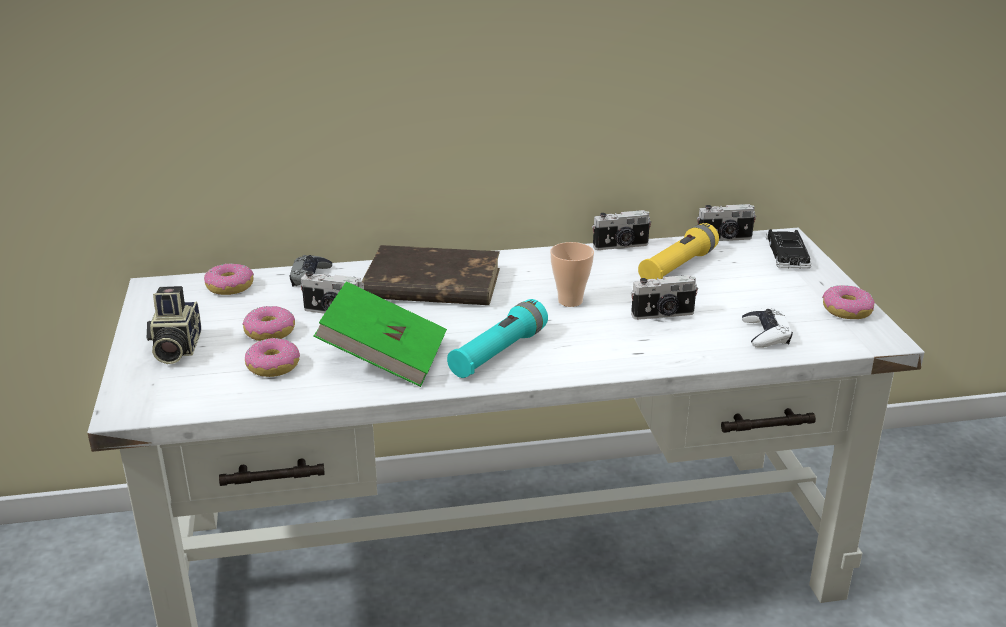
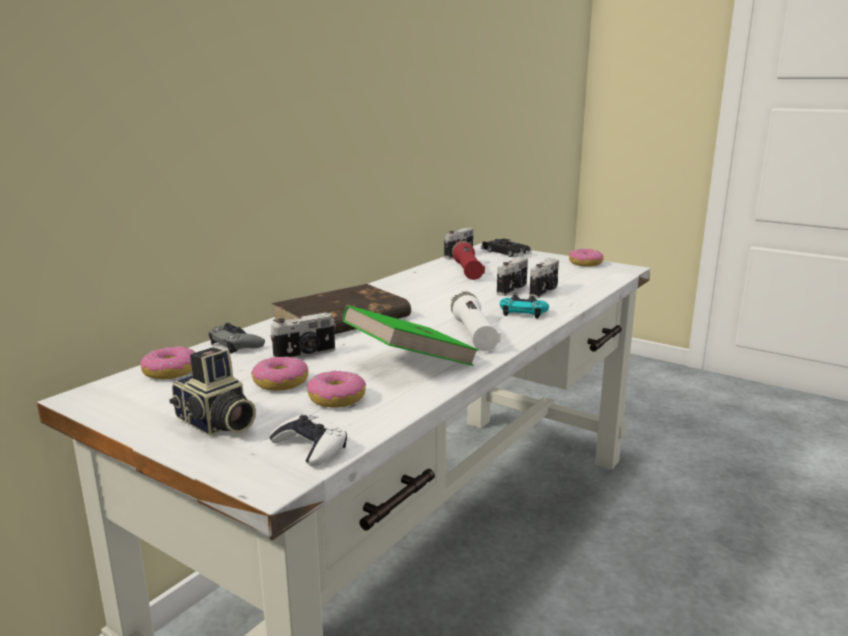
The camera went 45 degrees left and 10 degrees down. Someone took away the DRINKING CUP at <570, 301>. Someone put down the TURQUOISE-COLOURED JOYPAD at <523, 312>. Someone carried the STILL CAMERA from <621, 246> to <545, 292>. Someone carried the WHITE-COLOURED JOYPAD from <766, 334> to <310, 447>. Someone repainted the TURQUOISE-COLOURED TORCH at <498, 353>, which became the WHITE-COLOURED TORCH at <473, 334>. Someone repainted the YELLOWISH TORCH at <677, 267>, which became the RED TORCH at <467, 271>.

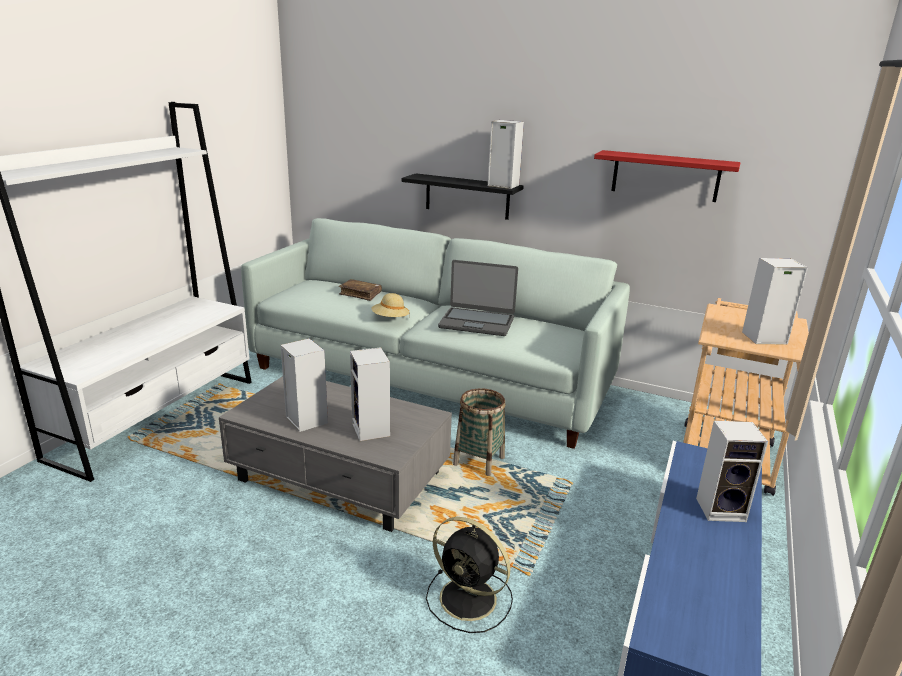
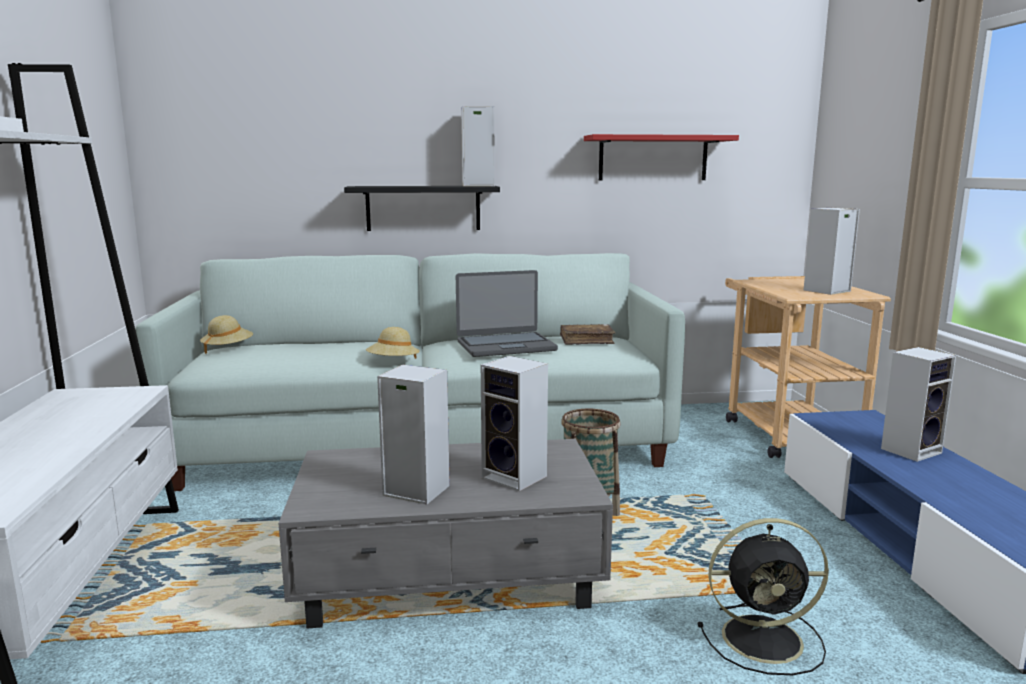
The camera went 30 degrees left and 10 degrees down. Someone put down the SAND-COLOURED WEARABLE HAT at <228, 349>. Someone carried the BROWN-COLOURED BOUND BOOK from <360, 294> to <586, 341>.

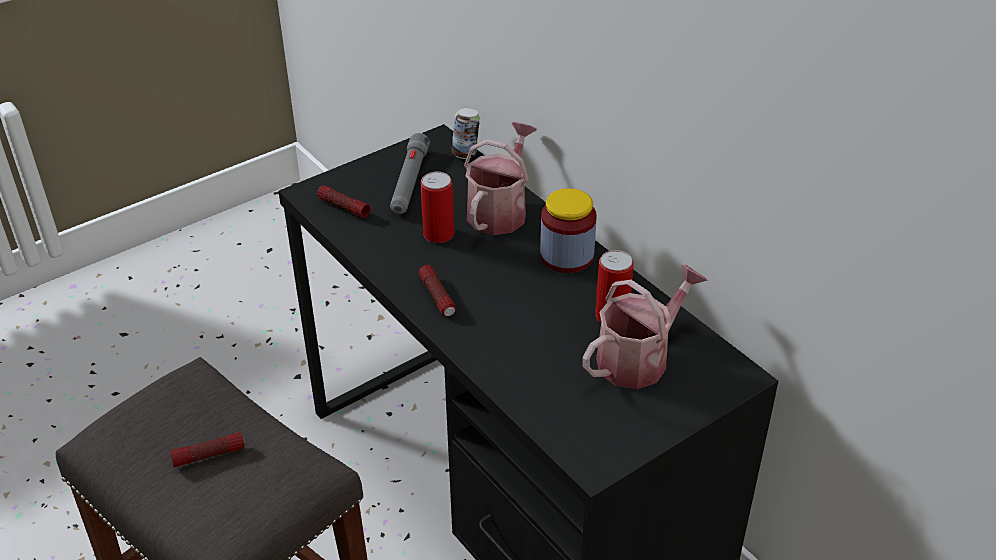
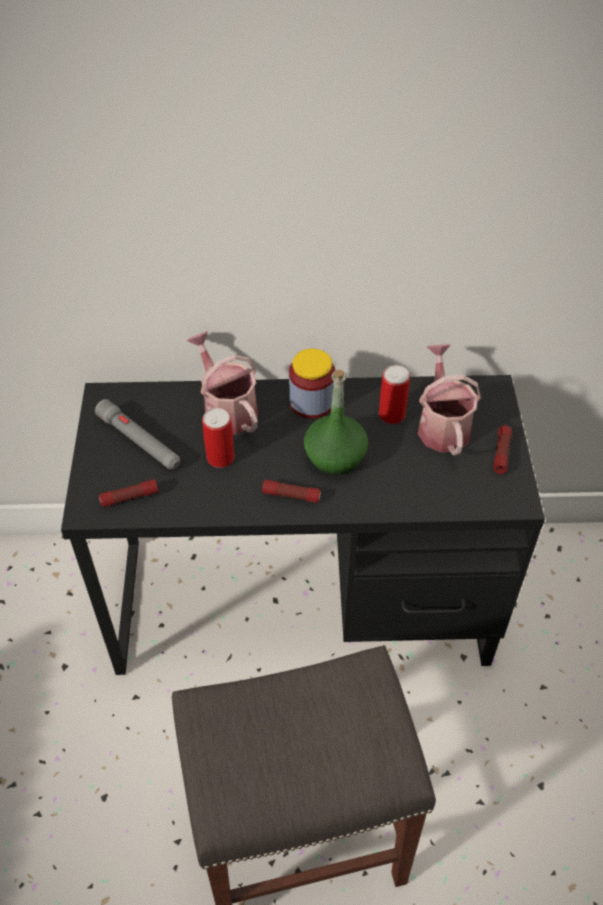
The camera went 55 degrees left and 10 degrees up. Someone took away the METAL CAN at <466, 154>. Someone put down the GREENISH BOTTLE at <335, 457>. Someone carried the TORCH from <209, 455> to <501, 453>.

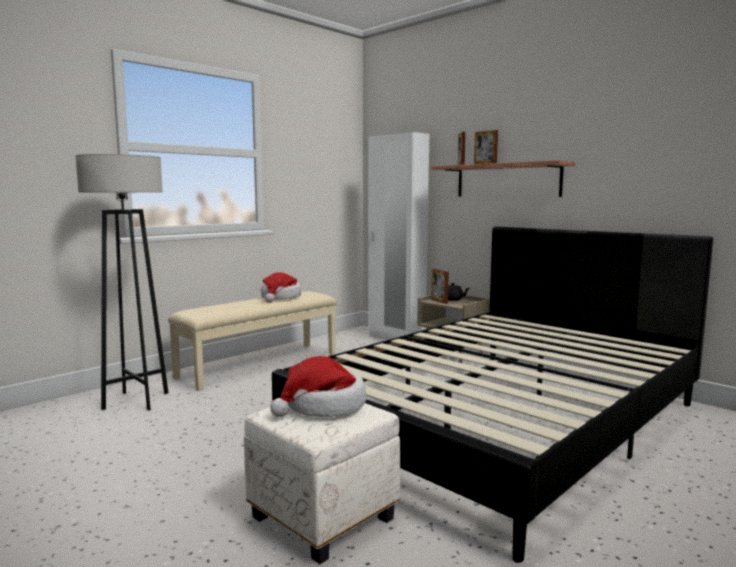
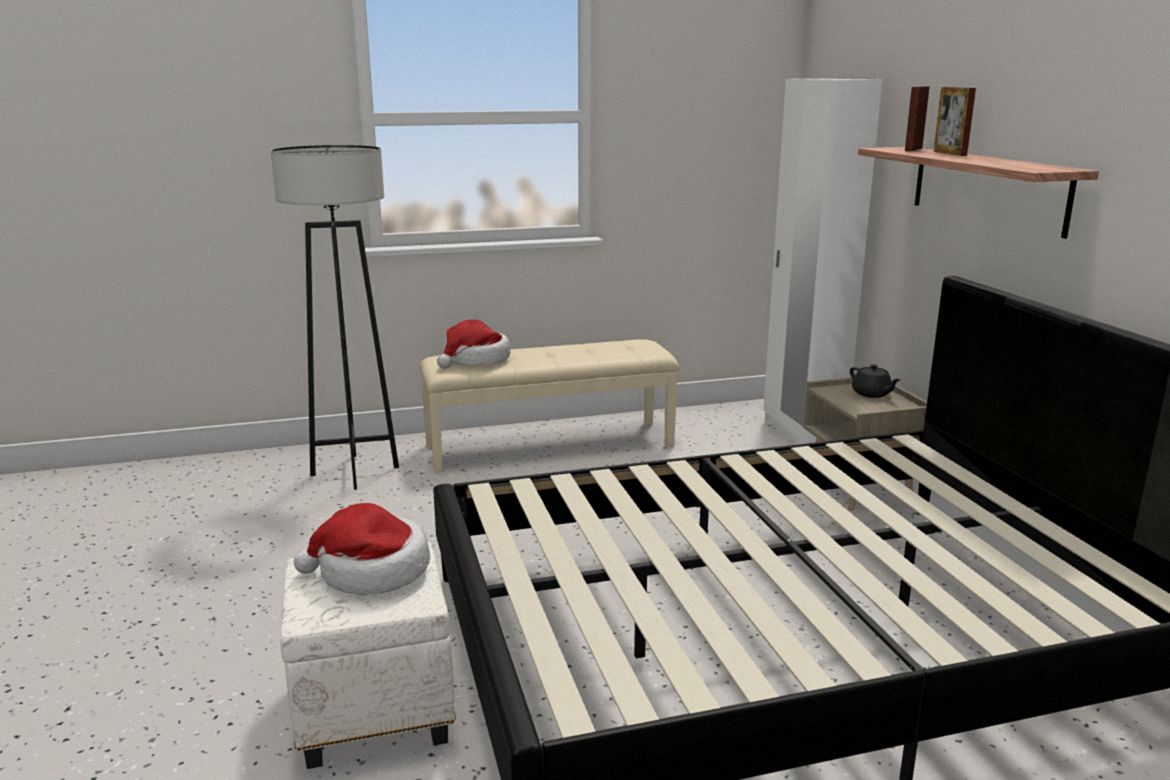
The camera went 30 degrees right and 10 degrees up. Someone took away the PICTURE FRAME at <439, 301>. Someone carried the WEARABLE HAT from <280, 298> to <476, 360>.

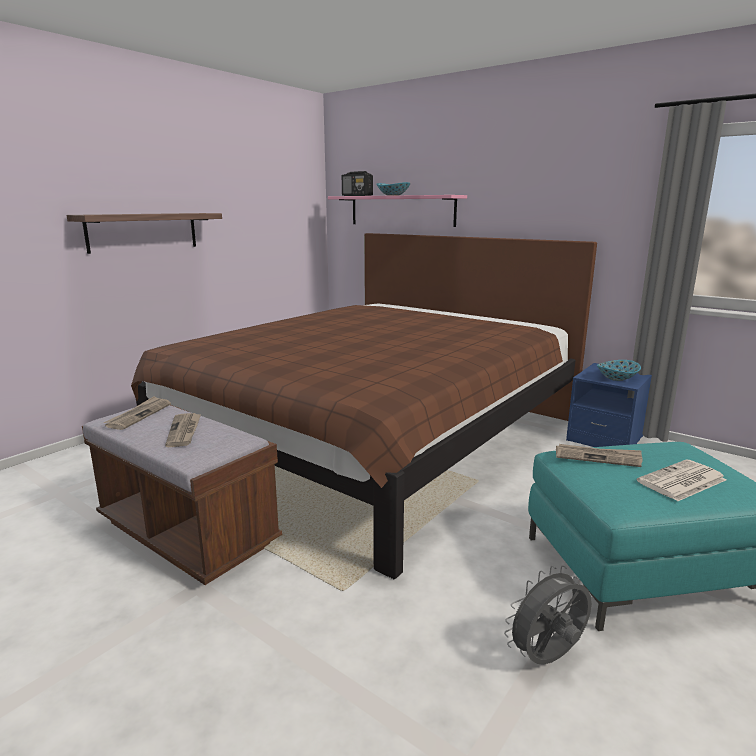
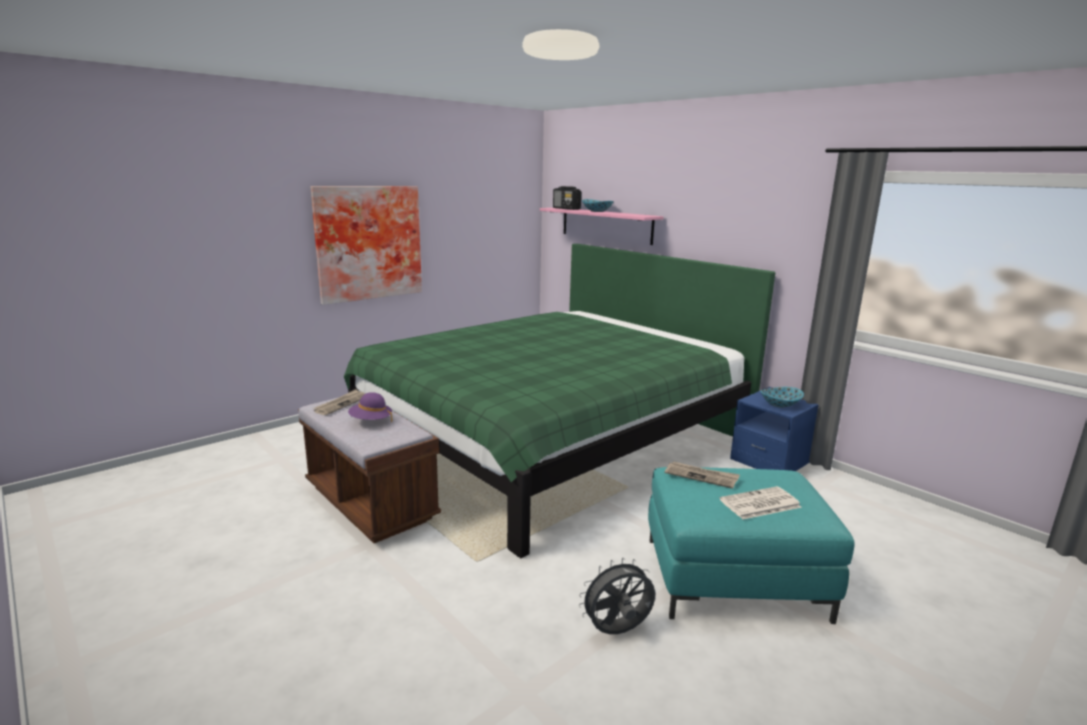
The camera went 10 degrees right and 0 degrees up. Someone swapped the BRACKET SHELF at <143, 231> for the WALL PICTURE at <368, 242>. Someone swapped the NEWSPAPER at <184, 431> for the PURPLISH WEARABLE HAT at <370, 421>. Someone repainted the BROWN-COLOURED SLEEPING BED at <374, 437>, which became the GREENISH SLEEPING BED at <551, 438>.

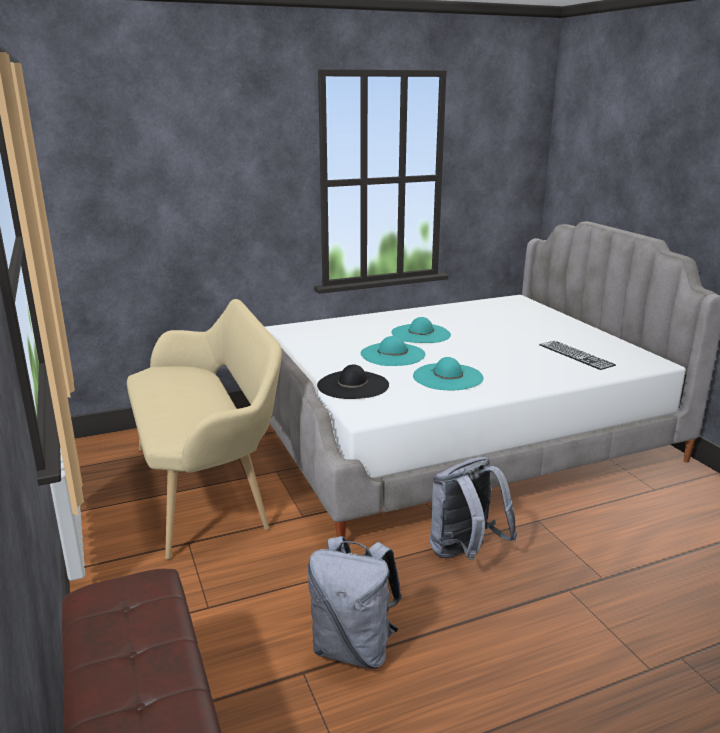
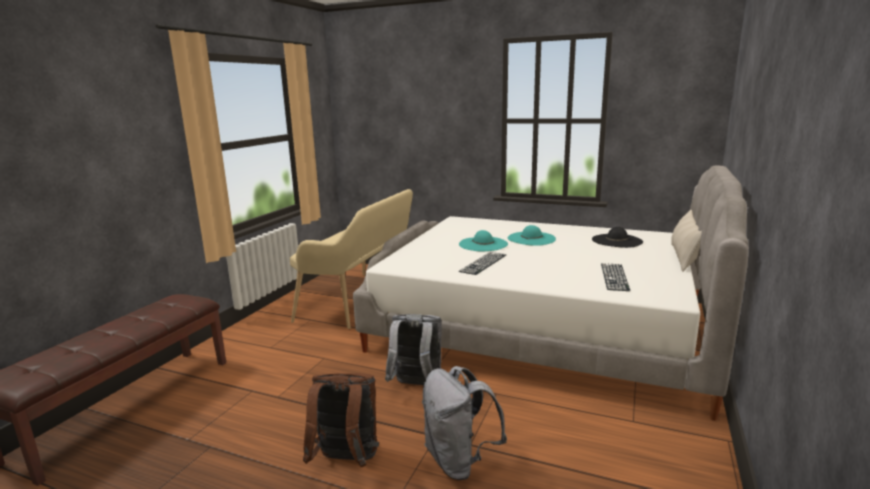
The camera went 45 degrees right and 5 degrees down. Someone put down the BROWN-COLOURED BACKPACK at <346, 461>. Someone put down the SAND-COLOURED PILLOW at <684, 258>. Someone carried the GRAY BACKPACK from <354, 648> to <459, 461>. Someone carried the BLACKISH WEARABLE HAT from <353, 385> to <617, 241>. Someone swapped the TURQUOISE-COLOURED WEARABLE HAT at <448, 377> for the COMPUTER KEYBOARD at <483, 263>.

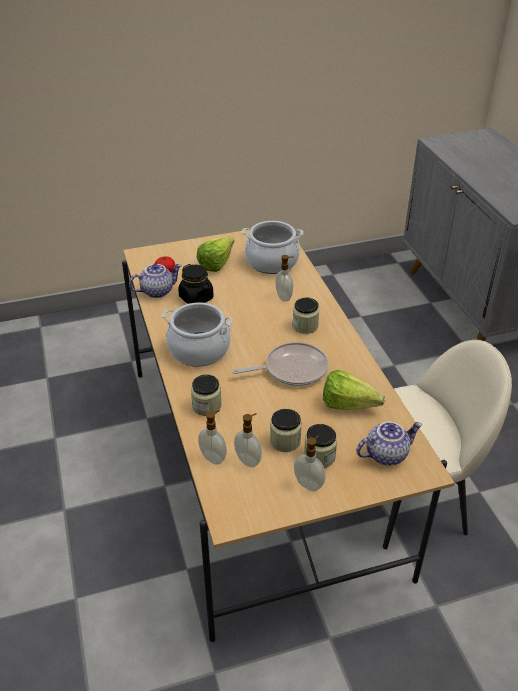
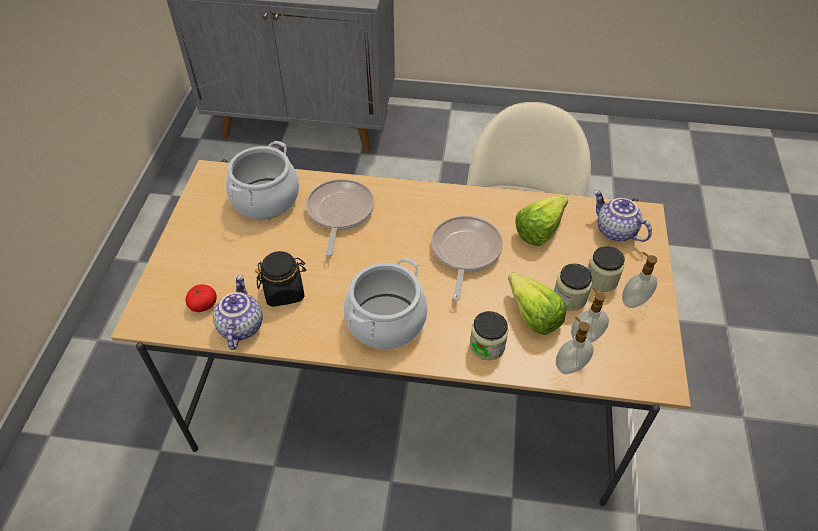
The camera went 65 degrees left and 10 degrees up. Someone took away the PRESERVE JAR at <305, 326>. Someone carried the LETTUCE HEAD from <219, 262> to <530, 311>. Someone swapped the SOAP DISPENSER at <284, 297> for the PAN at <339, 213>. Someone rotated the POT FOR TEA at <386, 454> by 45 degrees counterclockwise.

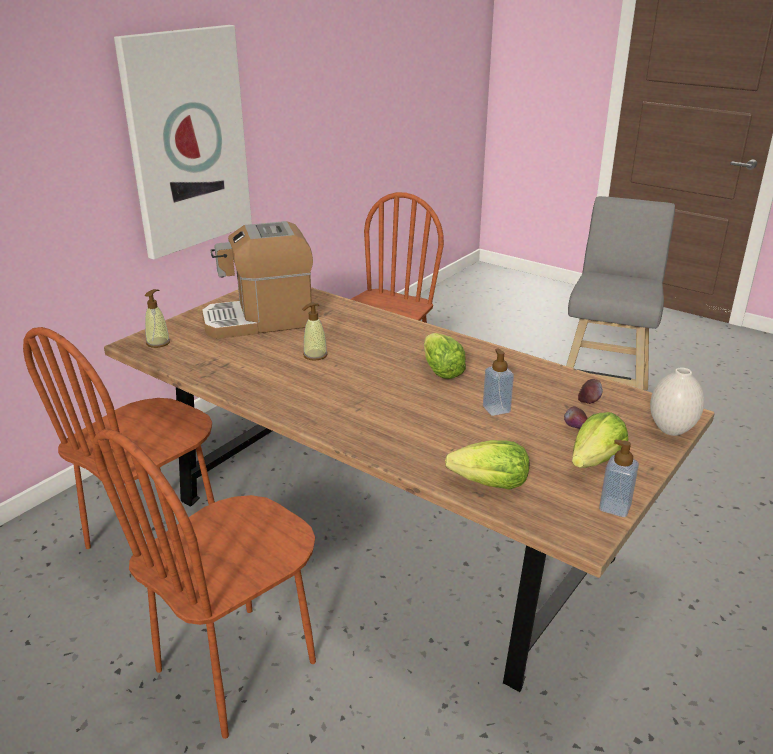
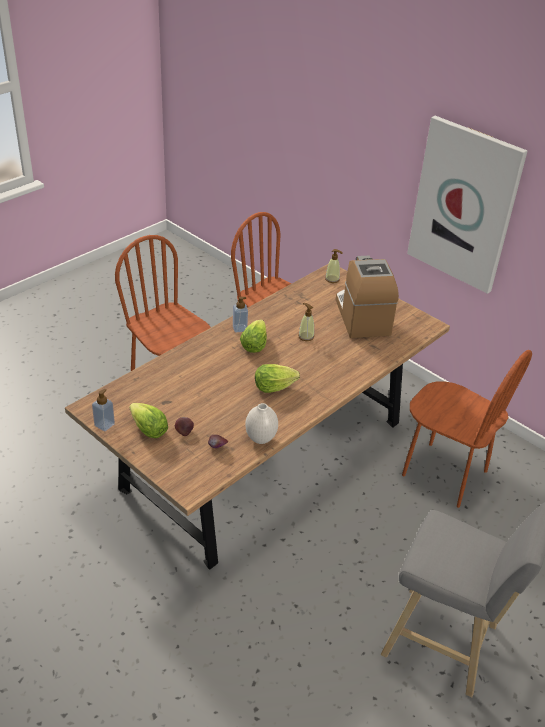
The camera went 95 degrees right and 10 degrees up. Someone carried the LETTUCE HEAD from <490, 484> to <254, 345>. Someone carried the SOAP DISPENSER from <496, 409> to <239, 328>. Someone carried the WHITE-COLOURED VASE from <671, 429> to <261, 439>.

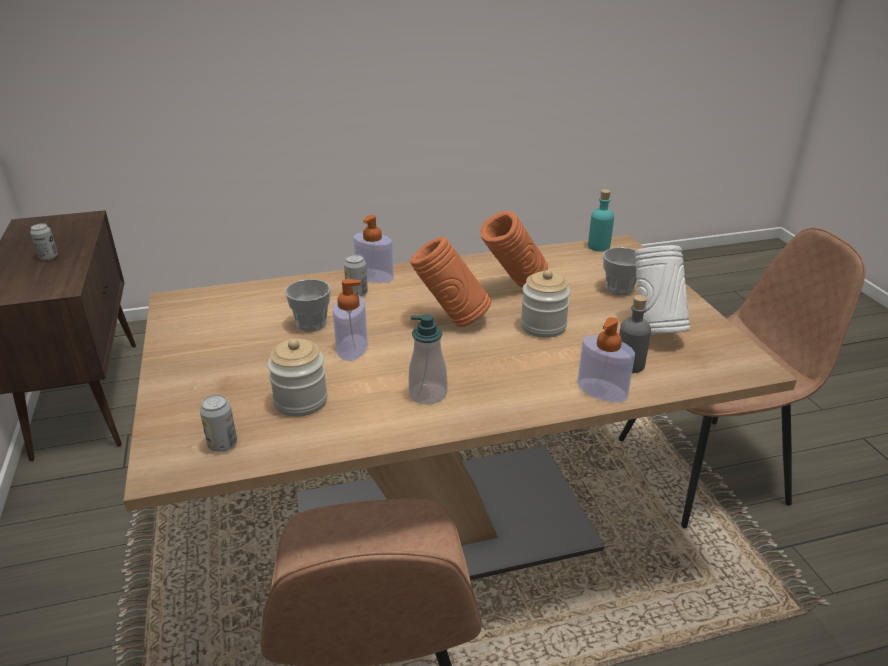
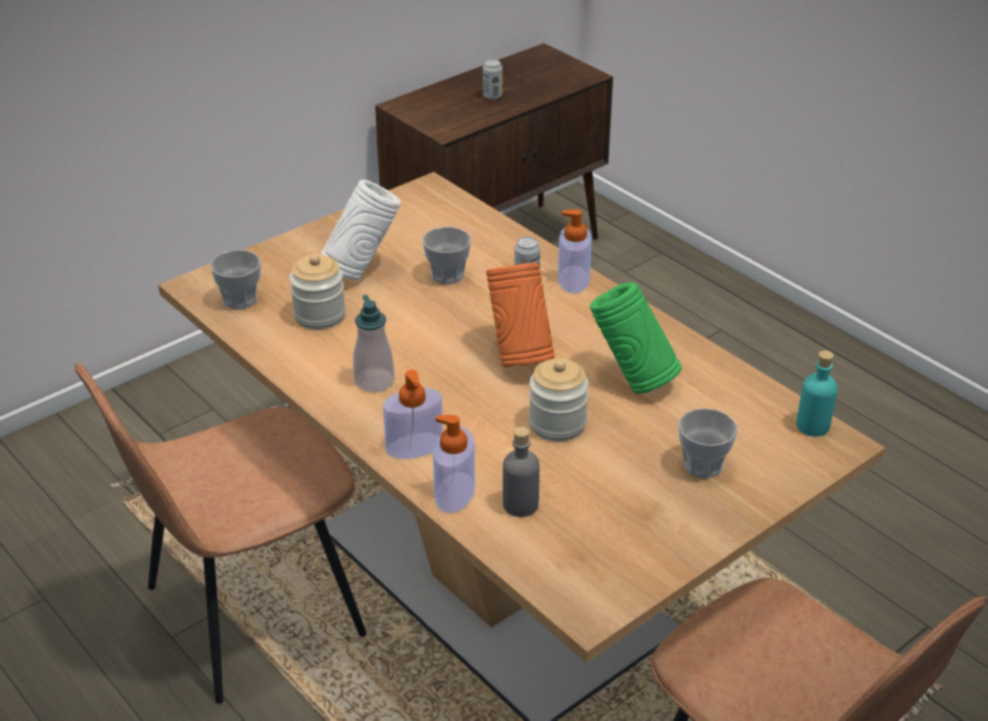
The camera went 65 degrees right and 5 degrees up. Someone carried the SOAP DISPENSER from <352, 348> to <414, 446>. Someone carried the WHITE-COLOURED VASE from <654, 330> to <362, 271>. Someone swapped the METAL CAN at <222, 444> for the DRINKING CUP at <240, 299>. Someone repainted the ORANGEY VASE at <513, 287>, which became the GREENISH VASE at <632, 381>.

